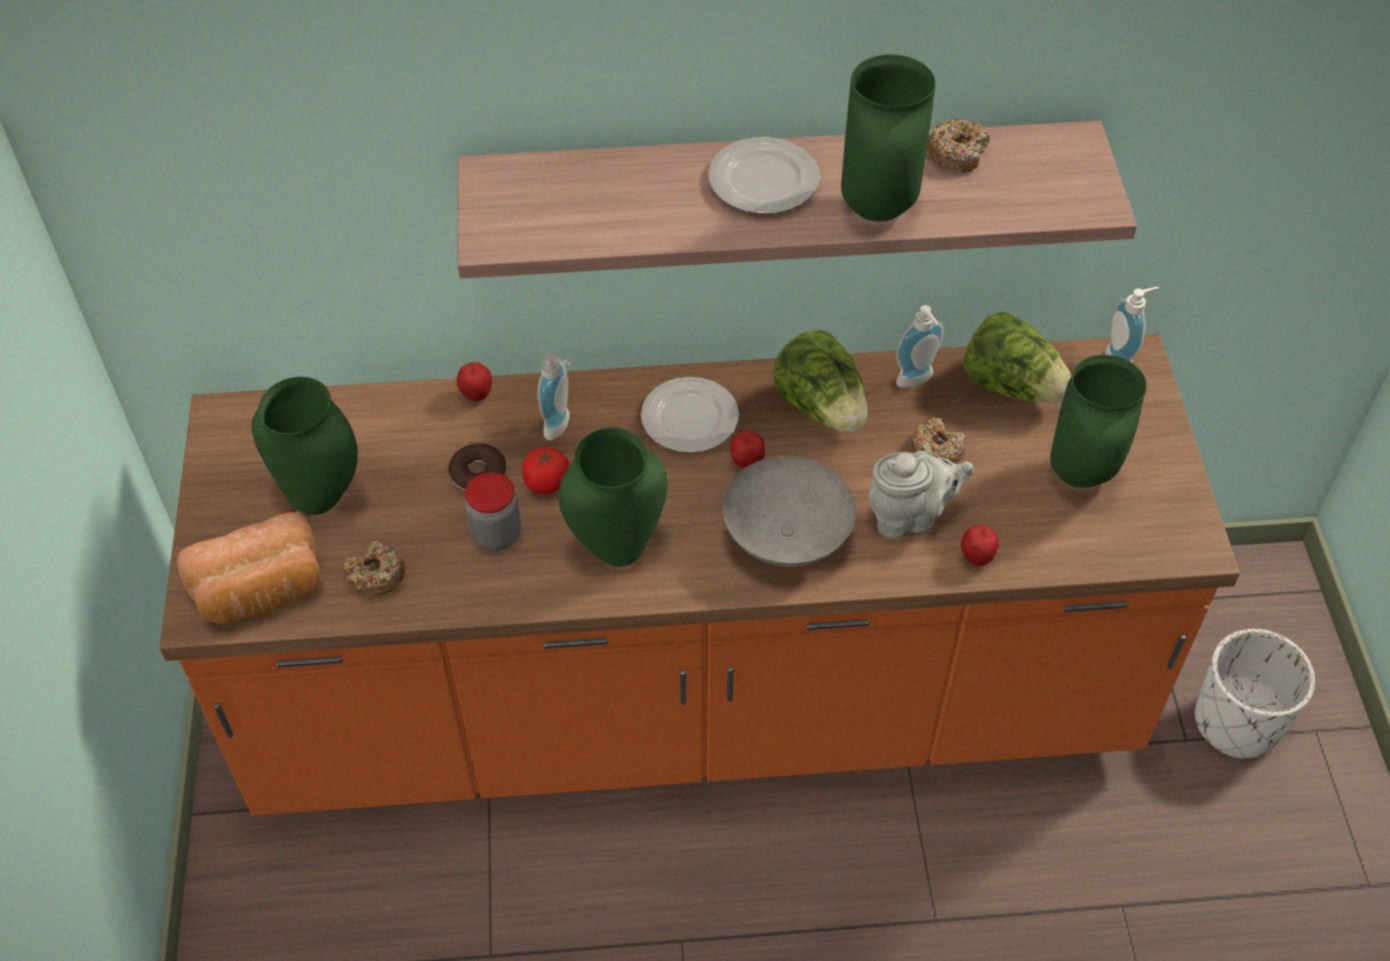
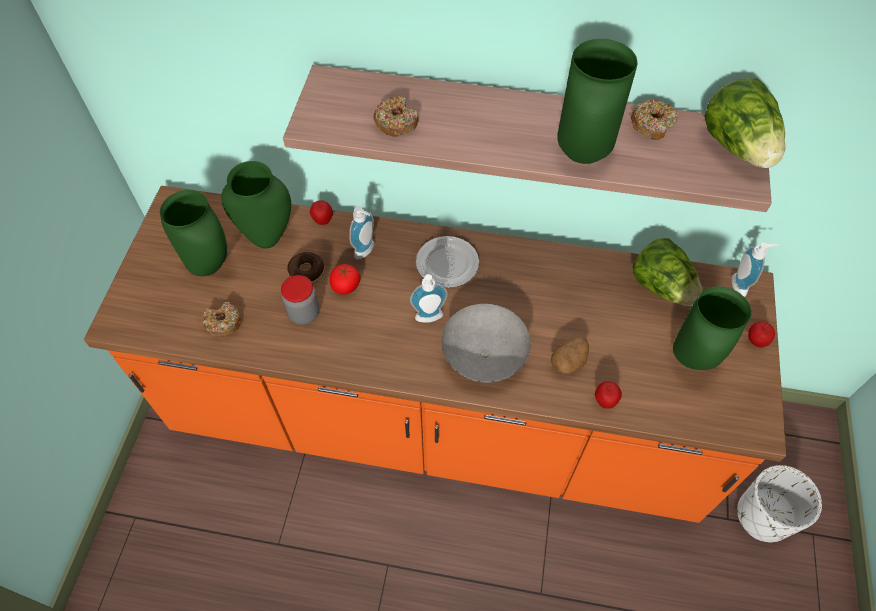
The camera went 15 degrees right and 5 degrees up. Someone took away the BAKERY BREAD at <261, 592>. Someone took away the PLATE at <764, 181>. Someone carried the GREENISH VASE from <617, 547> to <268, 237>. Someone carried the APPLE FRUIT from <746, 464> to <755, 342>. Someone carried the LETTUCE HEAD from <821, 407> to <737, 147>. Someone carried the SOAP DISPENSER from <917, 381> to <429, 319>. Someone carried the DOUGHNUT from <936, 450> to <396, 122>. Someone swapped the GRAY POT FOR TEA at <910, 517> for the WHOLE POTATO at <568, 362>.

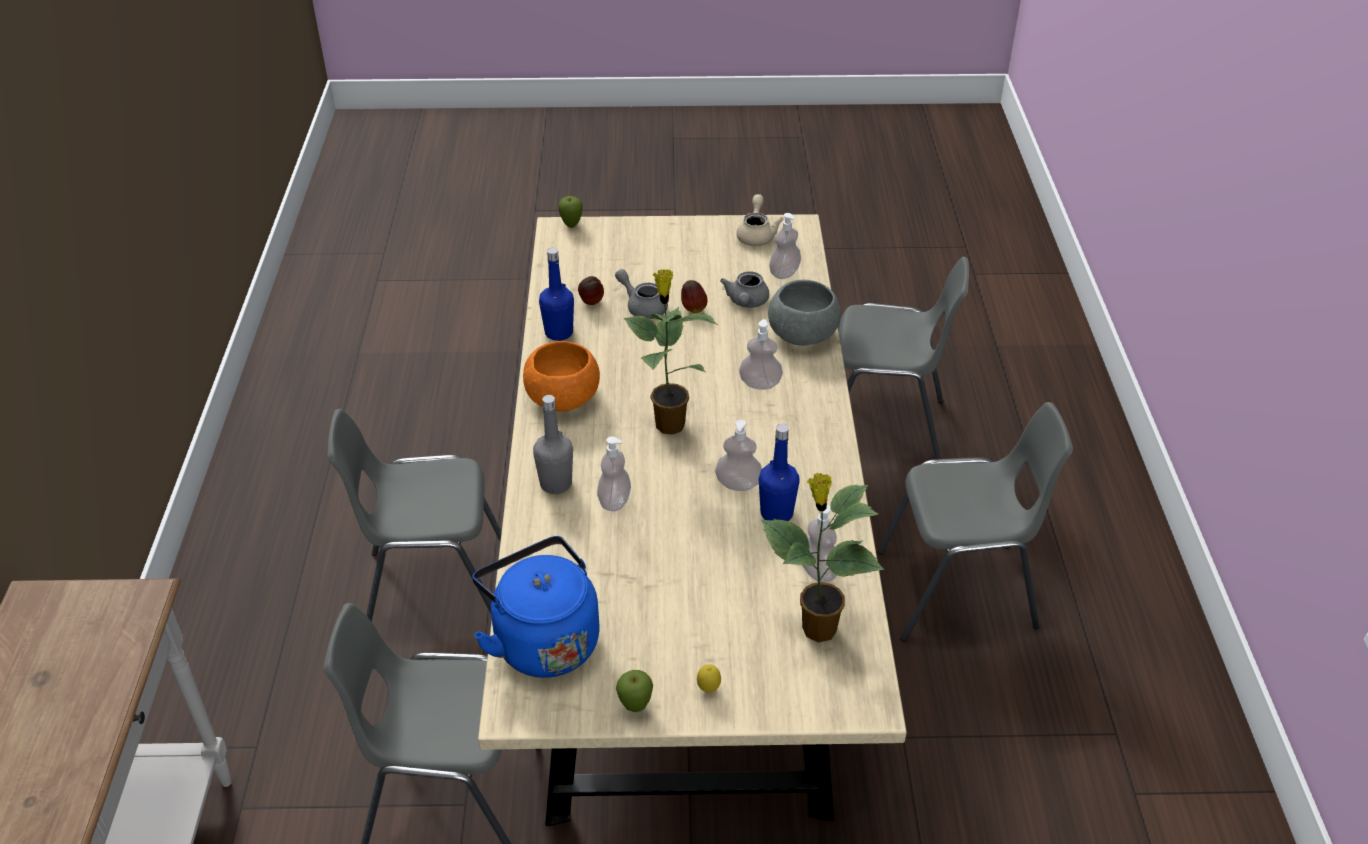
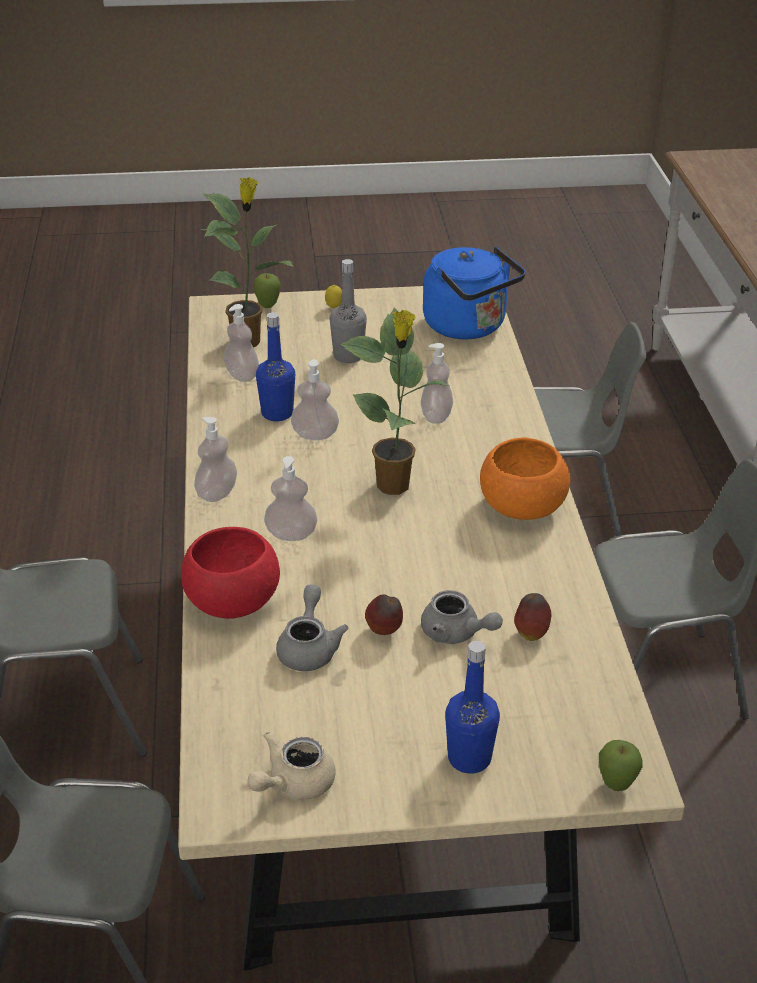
The camera went 175 degrees right and 5 degrees down. Someone carried the GRAY BOTTLE from <556, 484> to <348, 356>. Someone carried the BLUE-COLOURED BOTTLE from <559, 333> to <469, 758>. Someone carried the APPLE FRUIT from <635, 707> to <268, 306>. Someone carried the SOAP DISPENSER from <784, 273> to <217, 493>. Someone repainted the GRAY DEEP DISH at <803, 335>, which became the RED DEEP DISH at <232, 601>. Someone rotated the SAND-COLOURED POT FOR TEA at <756, 234> by 45 degrees clockwise.

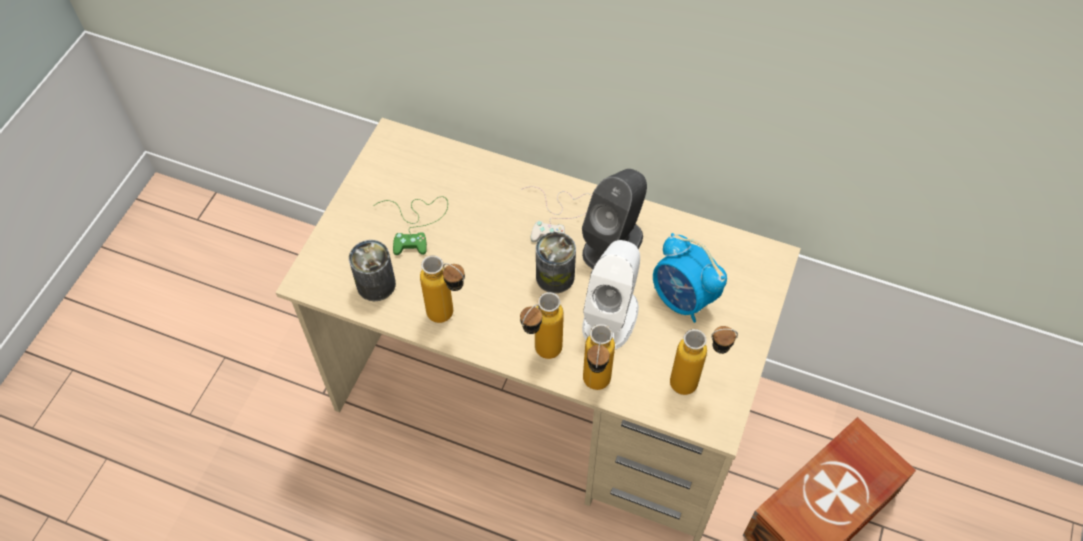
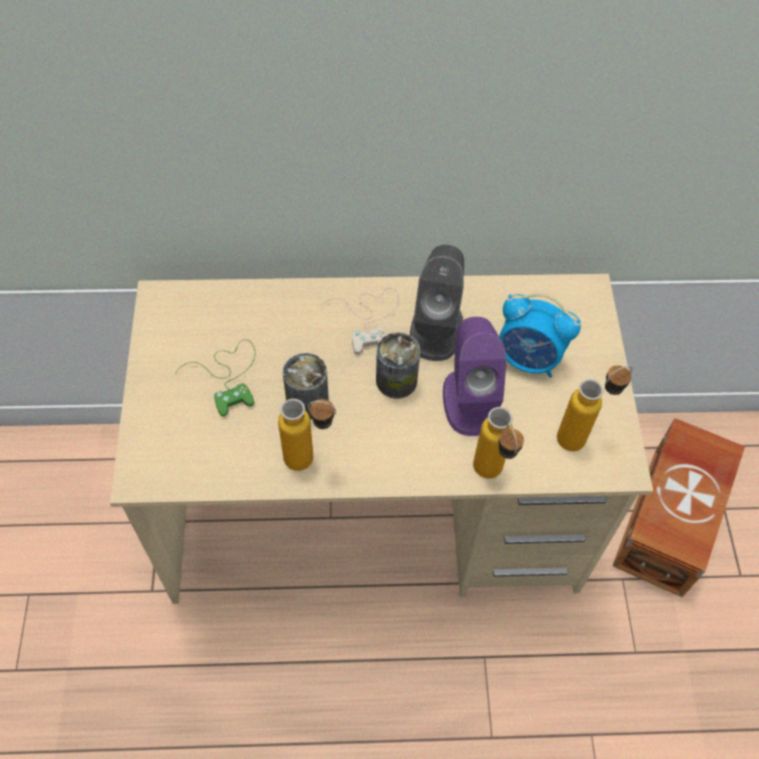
The camera went 25 degrees left and 0 degrees up. Someone took away the BOTTLE at <540, 355>. Someone carried the METAL CAN from <376, 284> to <307, 401>. Someone repainted the WHITE-COLOURED AUDIO SPEAKER at <610, 316>, which became the PURPLISH AUDIO SPEAKER at <470, 400>.

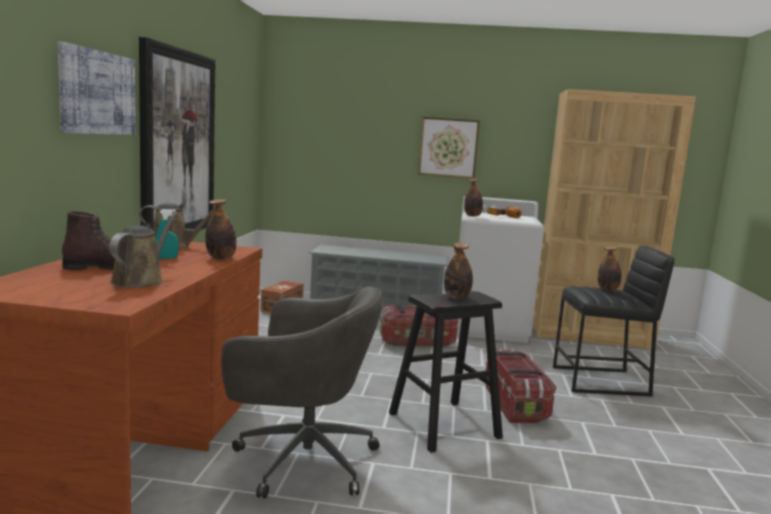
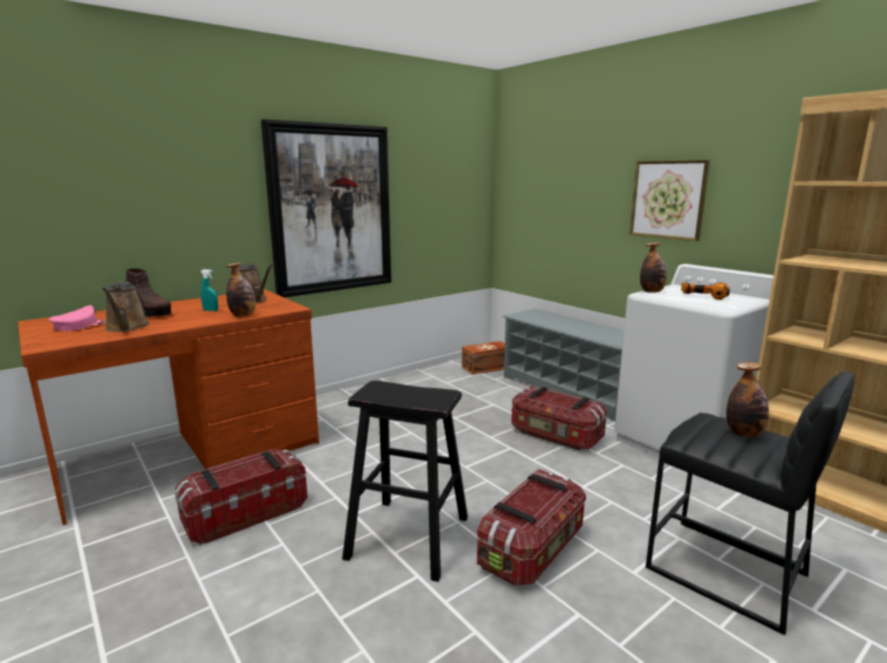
The camera went 45 degrees right and 5 degrees up. Someone took away the WALL PICTURE at <97, 93>. Someone took away the BOTTLE at <456, 297>. Someone put down the PINK-COLOURED PEAKED CAP at <80, 326>. Someone swapped the GRAY DESK CHAIR at <301, 459> for the STORAGE BIN at <245, 514>. Someone rotated the BROWN-COLOURED SPRINKLING CAN at <140, 281> by 105 degrees clockwise.

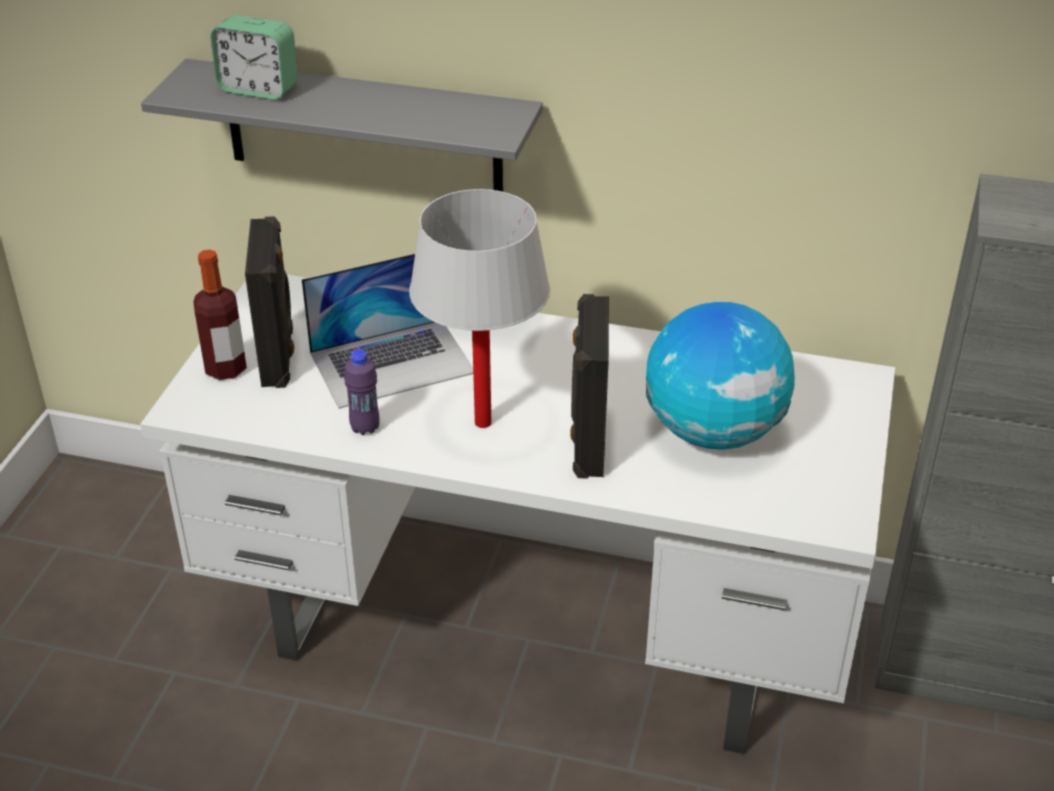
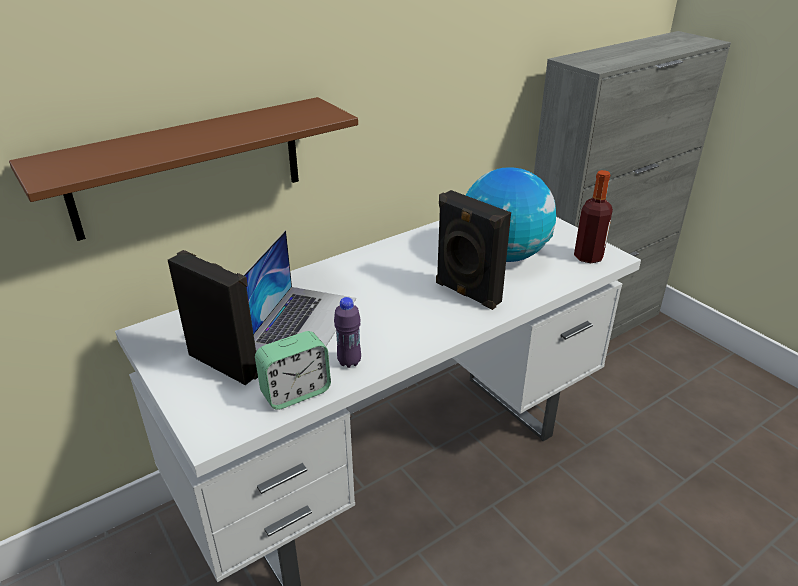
The camera went 50 degrees left and 5 degrees down. Someone took away the WHITE-COLOURED TABLETOP LAMP at <482, 423>. Someone carried the BOTTLE from <226, 368> to <588, 257>. Someone carried the TABLE CLOCK from <258, 89> to <296, 392>. Someone repainted the GRAY BRACKET SHELF at <363, 128>, which became the BROWN-COLOURED BRACKET SHELF at <188, 167>.

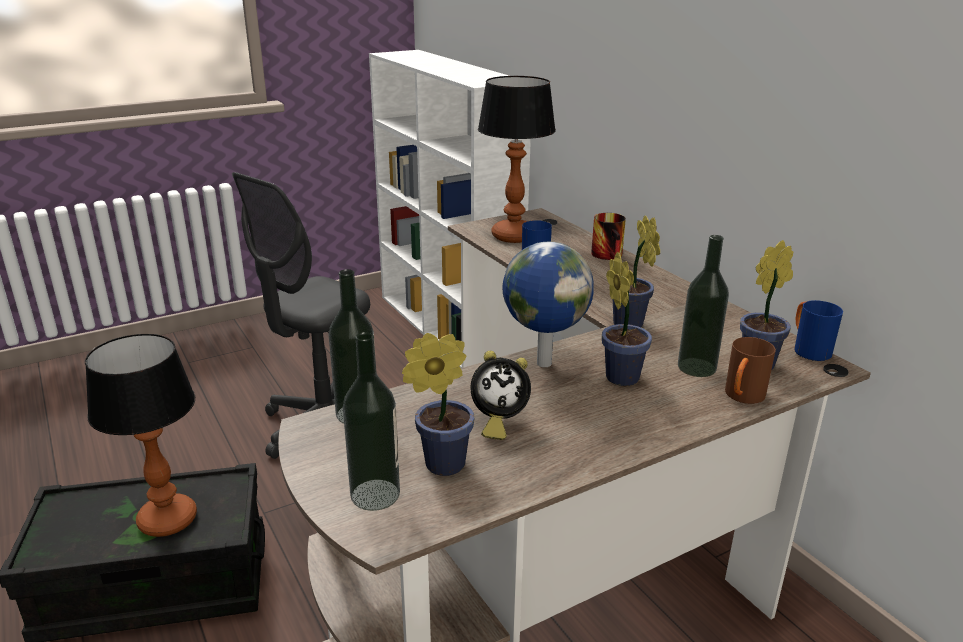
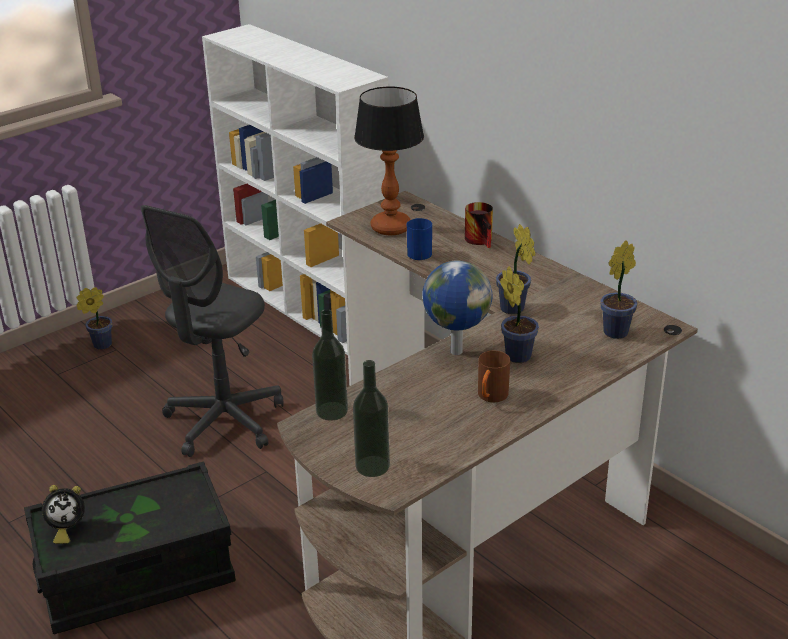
The camera went 10 degrees left and 5 degrees up. Someone took away the TABLETOP LAMP at <169, 519>. Someone took away the BOTTLE at <696, 367>. Someone took away the BLUE-COLOURED COFFEE MUG at <807, 349>. Someone carried the HOUSEPLANT from <439, 465> to <100, 345>. Someone carried the TABLE CLOCK from <497, 422> to <66, 530>. Someone carried the BROWN-COLOURED COFFEE MUG from <742, 398> to <490, 398>.

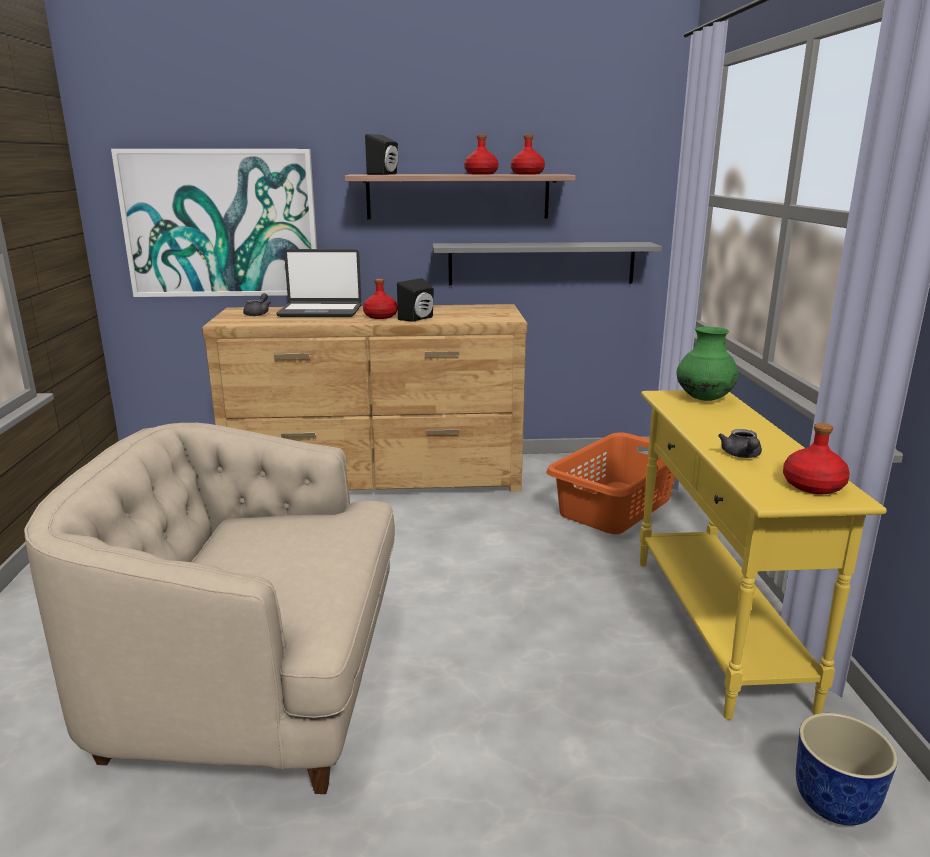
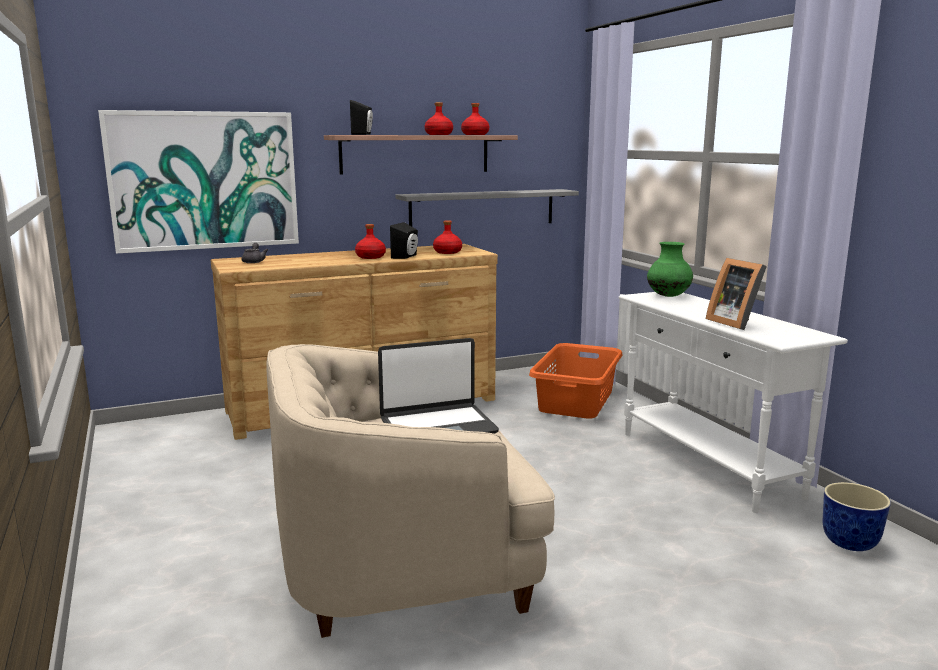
The camera went 20 degrees left and 5 degrees down. Someone carried the PORTABLE COMPUTER from <320, 311> to <437, 426>. Someone carried the RED BOTTLE from <812, 485> to <447, 252>. Someone swapped the GRAY POT FOR TEA at <741, 456> for the PICTURE FRAME at <735, 323>. Someone repainted the YELLOWISH CONSOLE TABLE at <715, 628>, which became the WHITE-COLOURED CONSOLE TABLE at <707, 464>.

